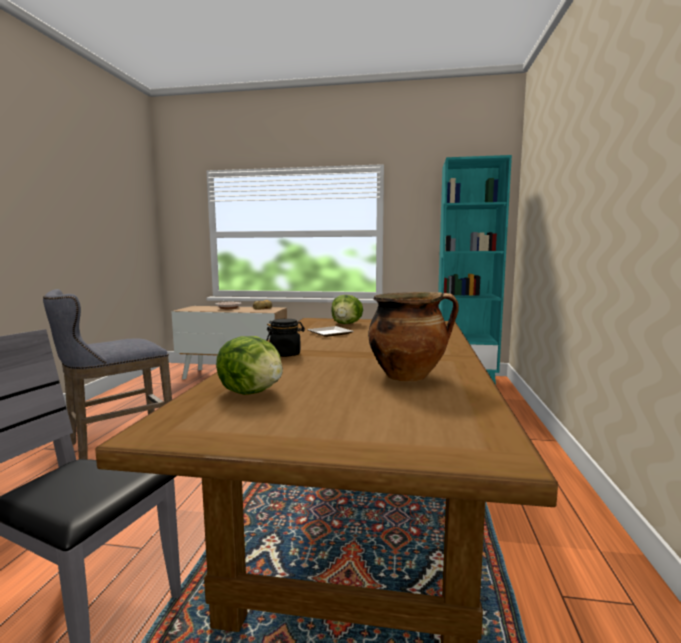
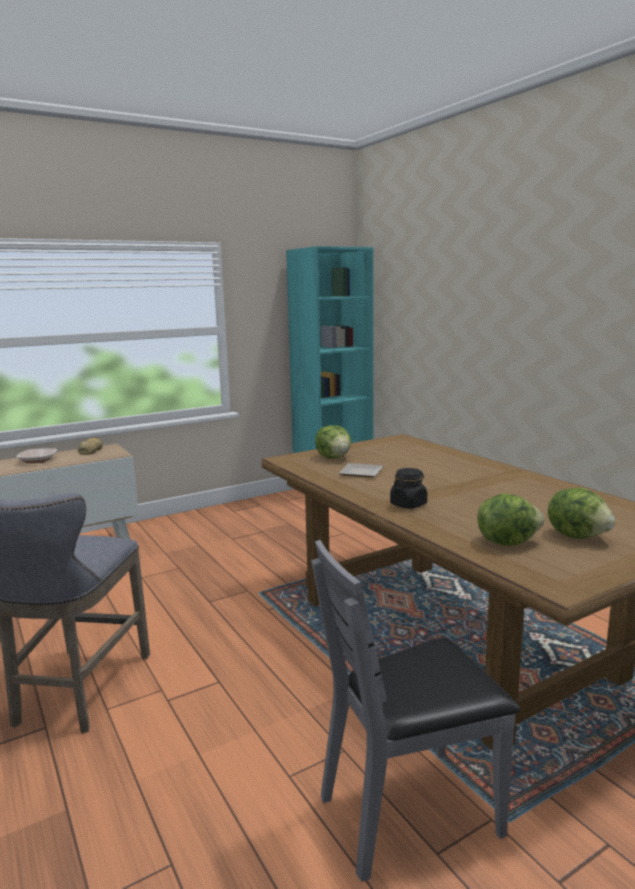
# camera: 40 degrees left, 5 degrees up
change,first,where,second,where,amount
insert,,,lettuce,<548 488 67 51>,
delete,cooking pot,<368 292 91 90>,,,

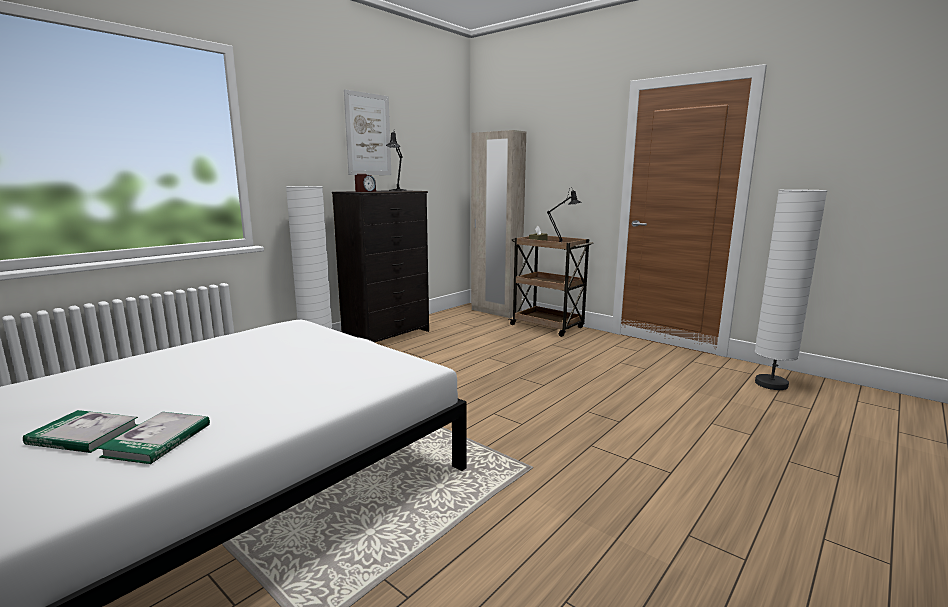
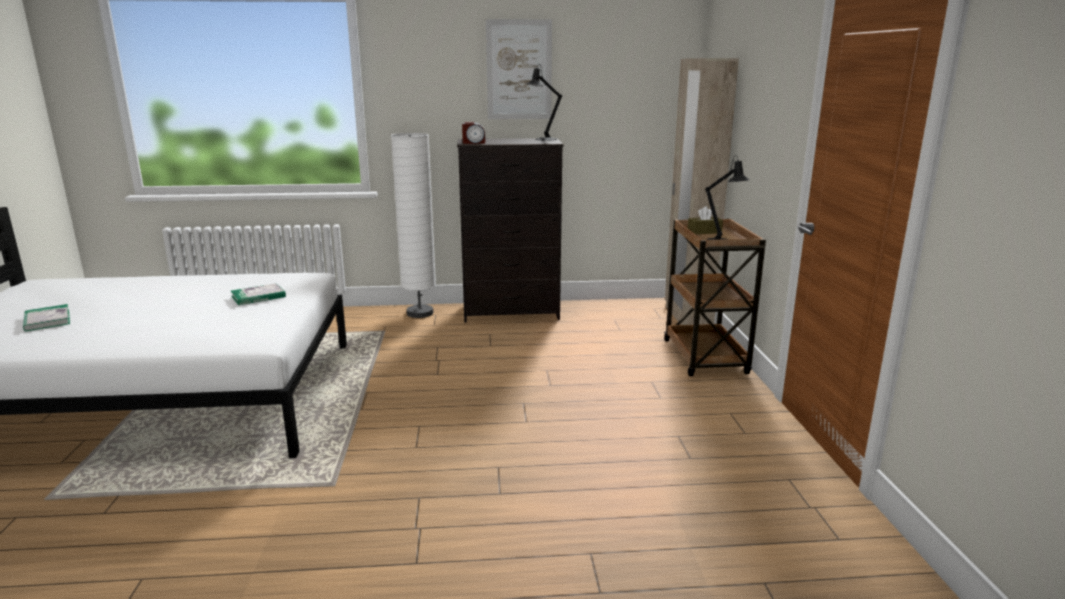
# camera: 45 degrees right, 5 degrees up
change,first,where,second,where,amount
move,book,<97 412 113 52>,,<231 283 55 22>,
delete,white floor lamp,<755 189 72 201>,,,

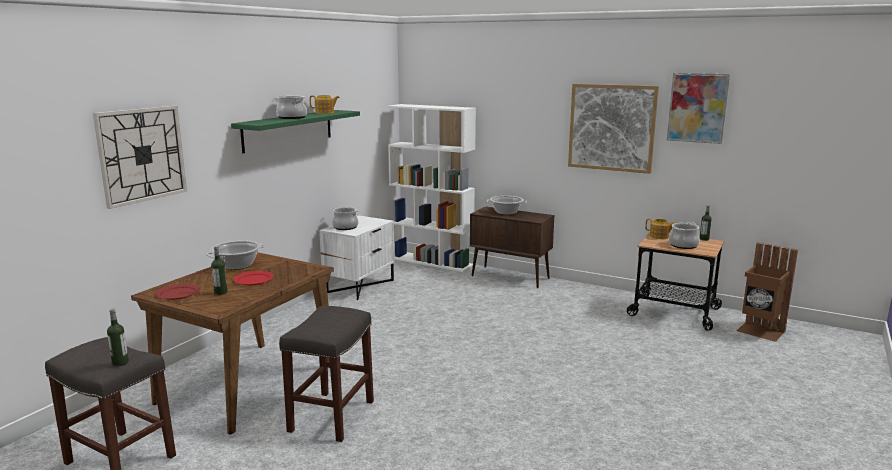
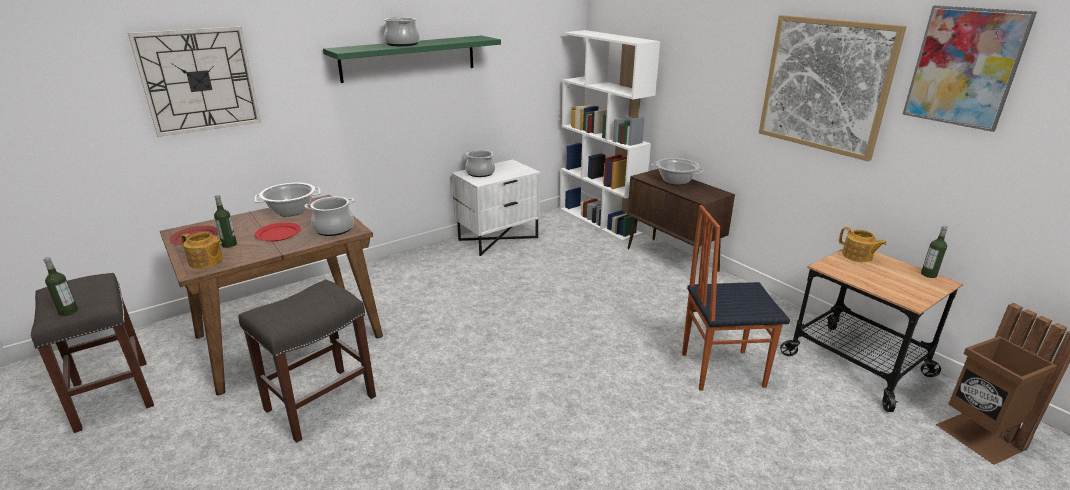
# camera: 25 degrees right, 10 degrees up
change,first,where,second,where,amount
move,teapot,<310 95 30 19>,,<180 232 43 37>,
move,cooking pot,<669 222 31 27>,,<304 197 51 39>,
insert,,,chair,<682 205 108 186>,

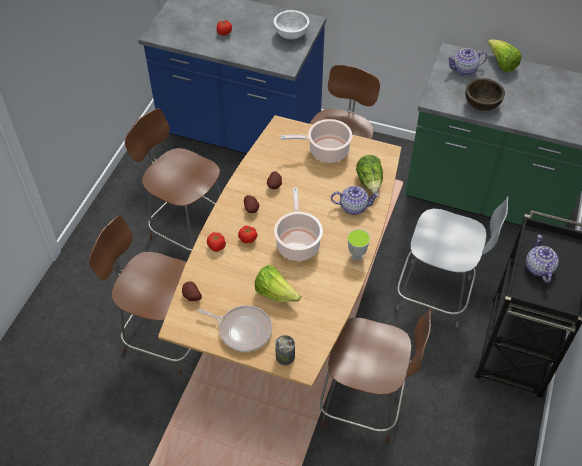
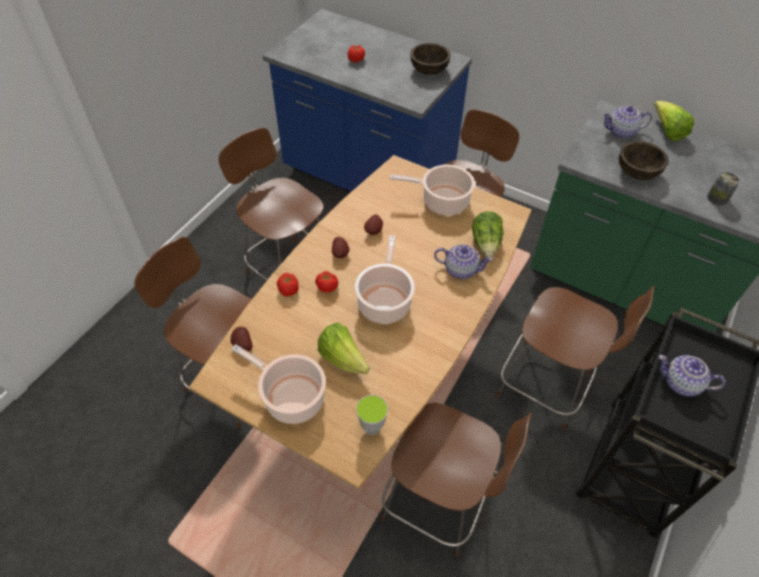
# camera: 10 degrees right, 0 degrees up
change,first,where,second,where,amount
replace,frying pan,<197 305 75 47>,cooking pot,<231 344 95 80>,
move,cup,<348 229 22 32>,,<356 395 32 40>,
recolor,white bowl,<274 10 35 29>,brown bowl,<410 43 41 32>,
recolor,grey chair,<396 196 112 131>,brown chair,<496 286 159 144>,
rotate,teapot,<526 235 33 48>,,<659 355 67 42>,75 degrees counterclockwise
move,can,<275 335 20 30>,,<707 172 33 34>,

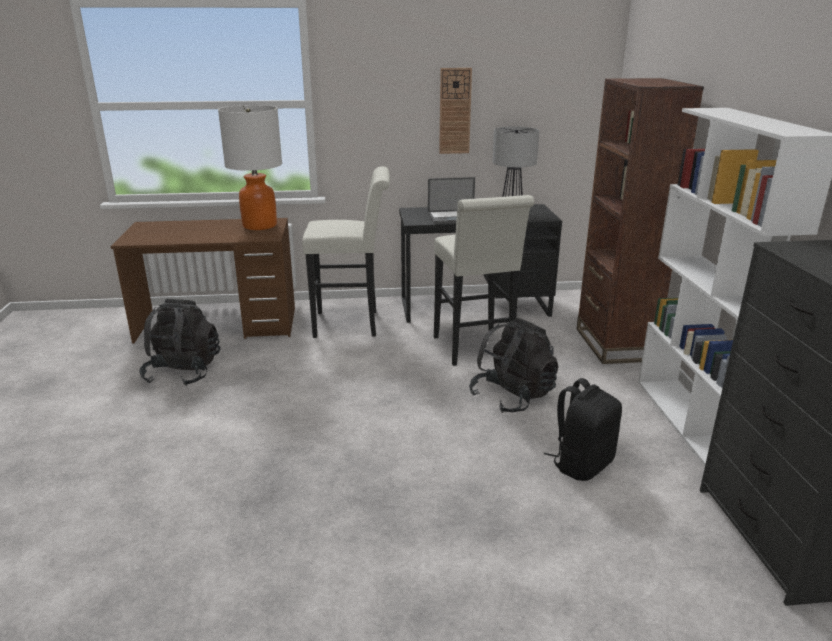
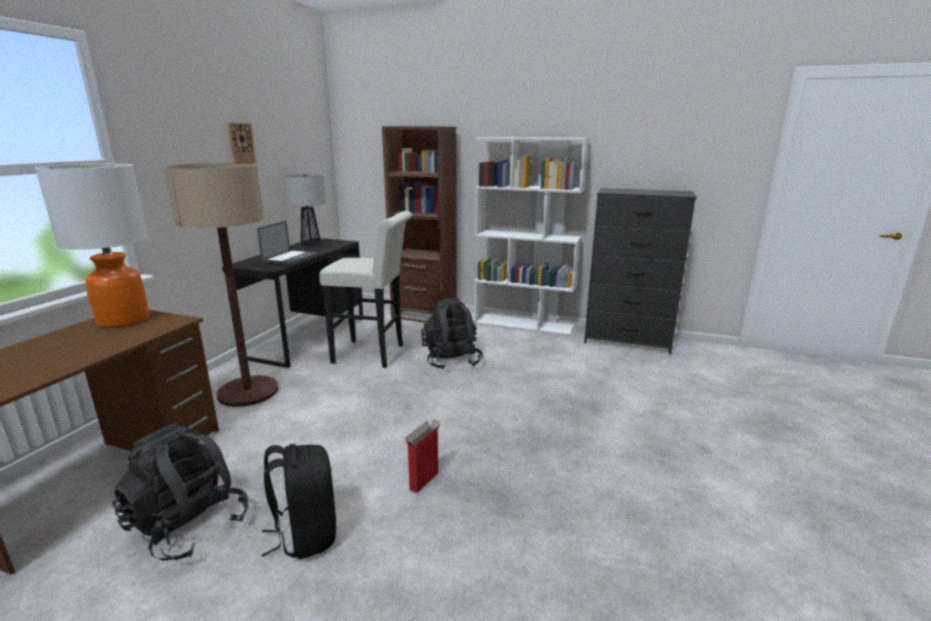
# camera: 65 degrees left, 5 degrees down
change,first,where,second,where,amount
replace,white stool,<302 166 88 172>,floor lamp,<164 163 114 244>,
move,black backpack,<544 378 78 103>,,<262 444 74 115>,
insert,,,cardboard box,<405 419 35 74>,

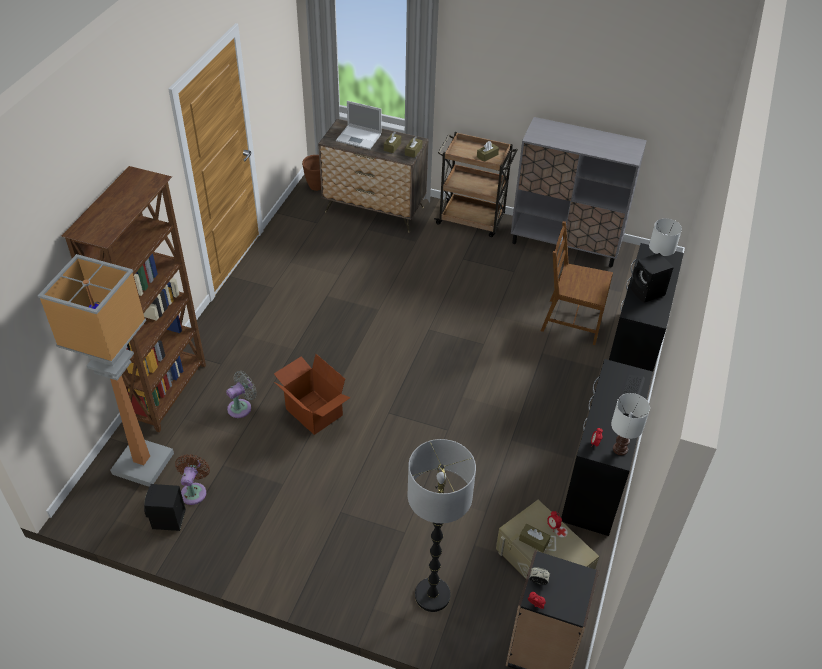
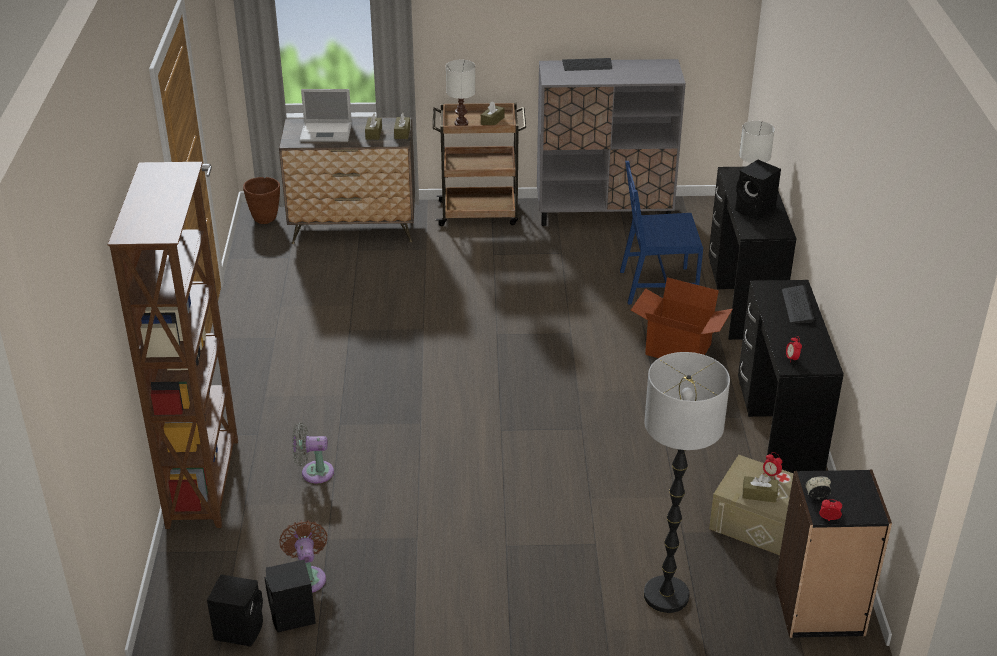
# camera: 20 degrees left, 10 degrees down
change,first,where,second,where,amount
insert,,,black speaker,<207 574 56 73>,
rotate,grey fan,<226 371 31 47>,,<292 423 42 60>,120 degrees counterclockwise
move,white table lamp,<611 393 39 62>,,<446 60 29 66>,
insert,,,keyboard,<562 58 50 13>,
recolor,brown chair,<541 221 72 124>,blue chair,<620 161 83 144>,
move,cardboard box,<274 354 77 81>,,<631 277 102 81>,
delete,floor lamp,<38 254 136 233>,,,

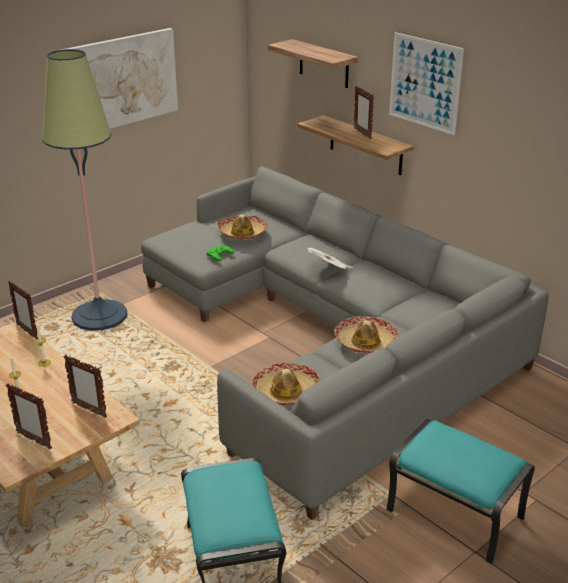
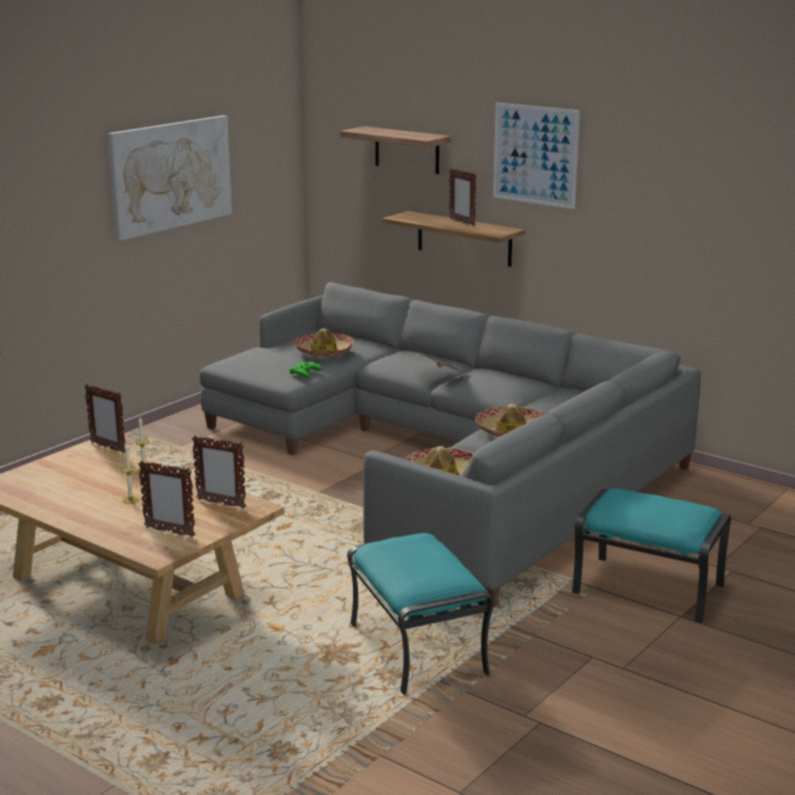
# camera: 10 degrees left, 10 degrees down
change,first,where,second,where,amount
delete,floor lamp,<42 49 85 282>,,,

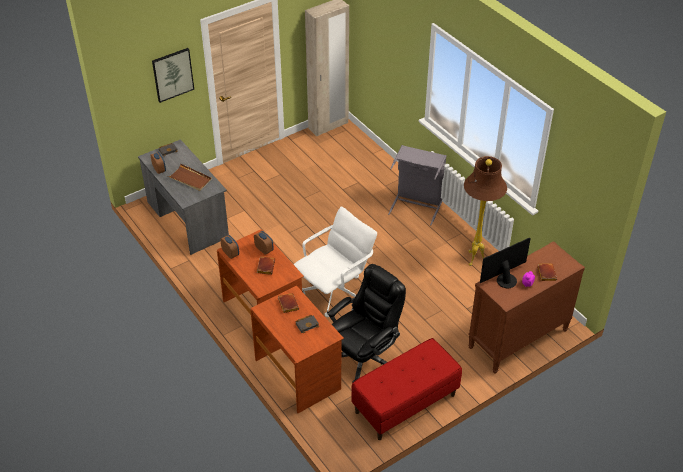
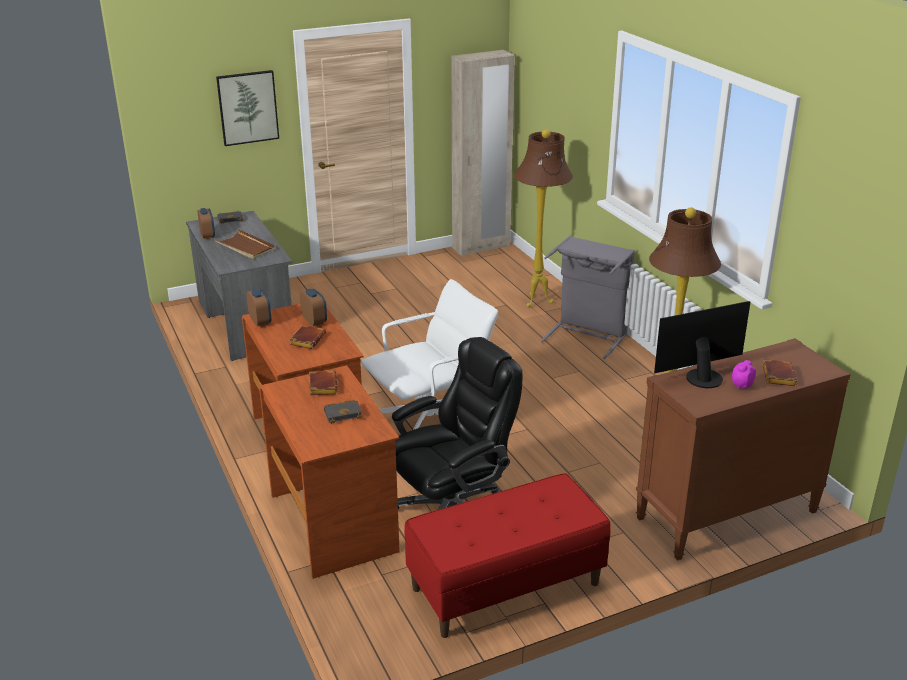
# camera: 10 degrees right, 15 degrees down
change,first,where,second,where,amount
insert,,,brown floor lamp,<514 129 59 179>,

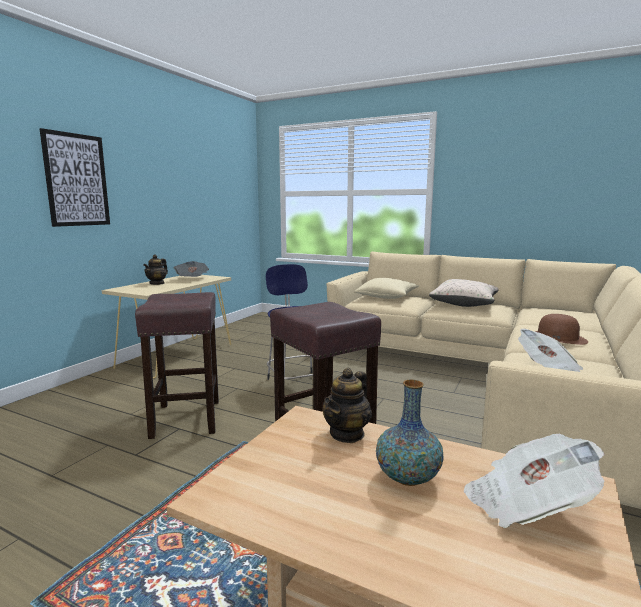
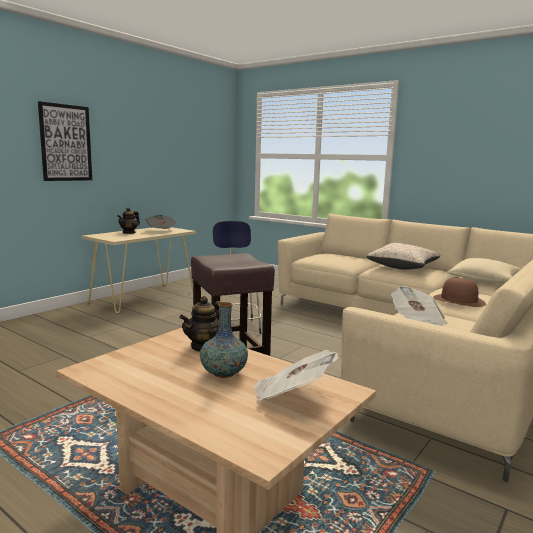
# camera: 10 degrees right, 0 degrees up
change,first,where,second,where,amount
move,beige pillow,<354 278 65 21>,,<447 258 75 26>,
delete,brown stool,<135 292 84 147>,,,

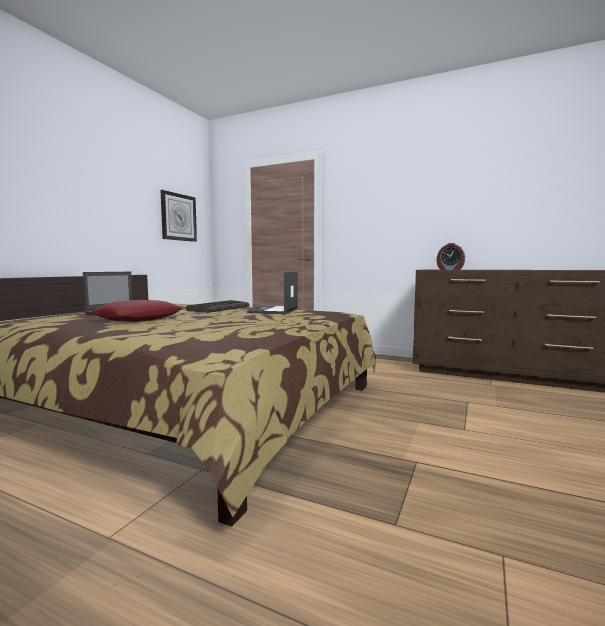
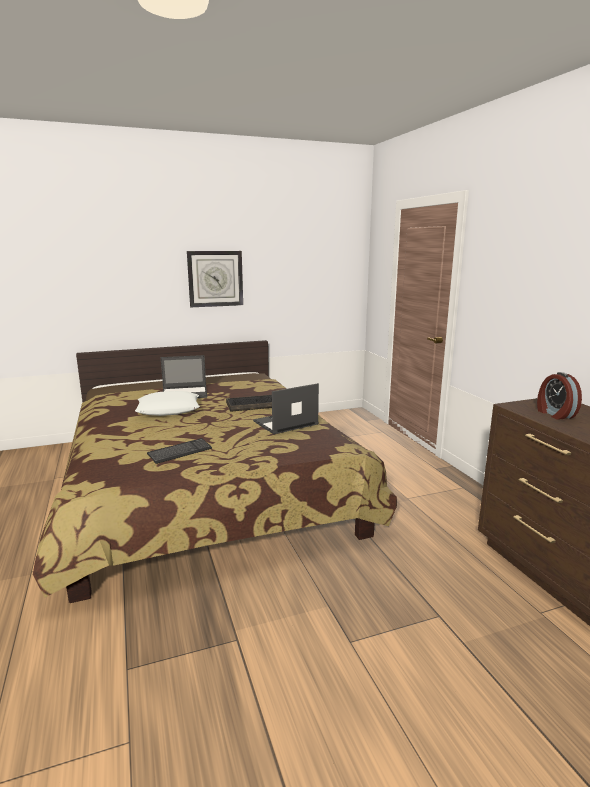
# camera: 45 degrees right, 10 degrees up
change,first,where,second,where,amount
recolor,red pillow,<90 300 93 22>,white pillow,<135 391 65 25>,
insert,,,keyboard,<147 438 65 26>,
move,wall clock,<160 190 37 52>,,<187 251 56 56>,

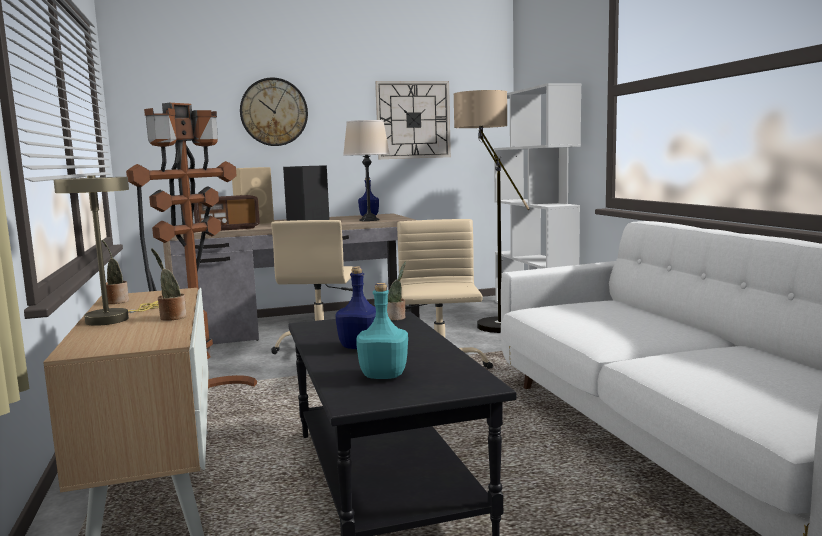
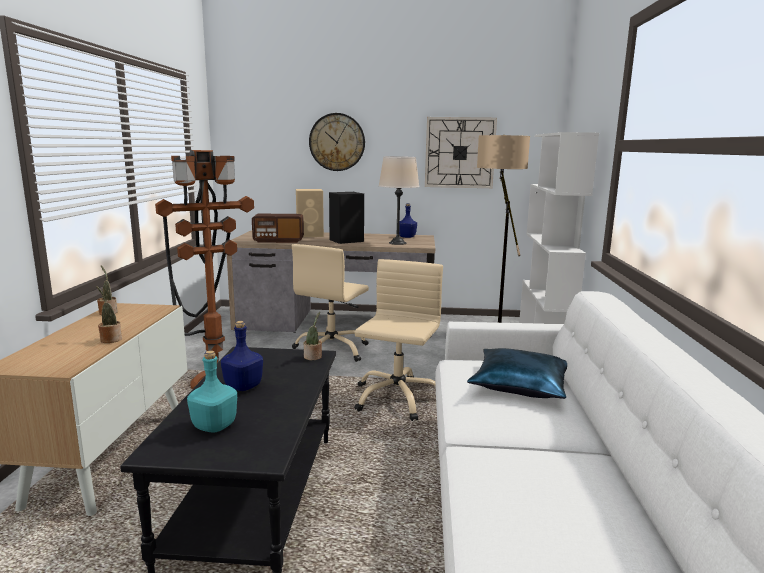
# camera: 20 degrees right, 5 degrees up
change,first,where,second,where,amount
insert,,,blue pillow,<467 348 100 51>,
delete,beige table lamp,<54 175 105 151>,,,

